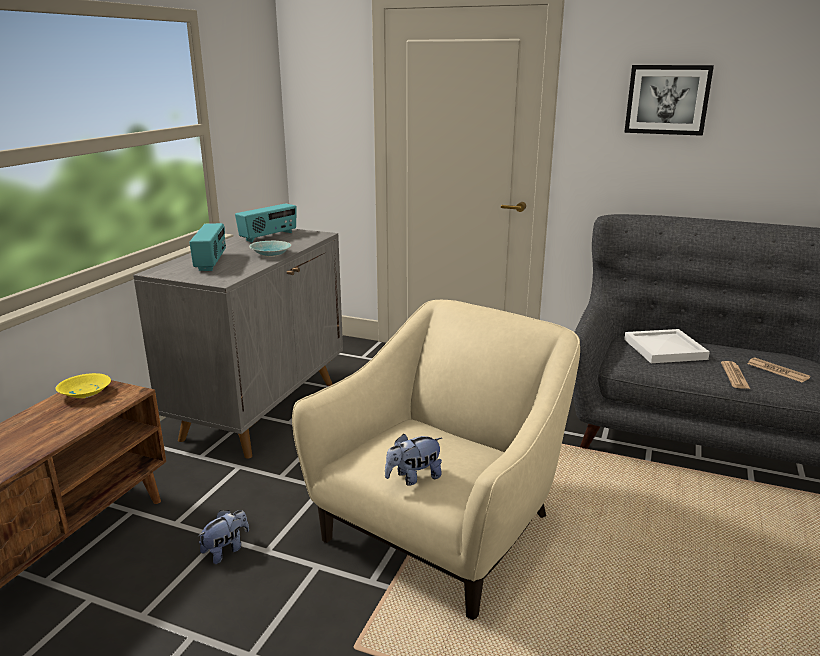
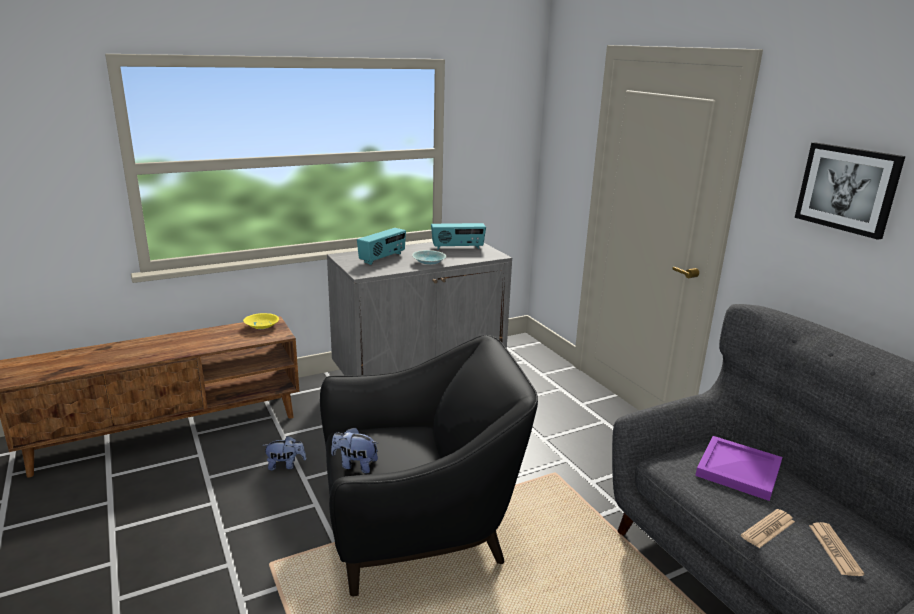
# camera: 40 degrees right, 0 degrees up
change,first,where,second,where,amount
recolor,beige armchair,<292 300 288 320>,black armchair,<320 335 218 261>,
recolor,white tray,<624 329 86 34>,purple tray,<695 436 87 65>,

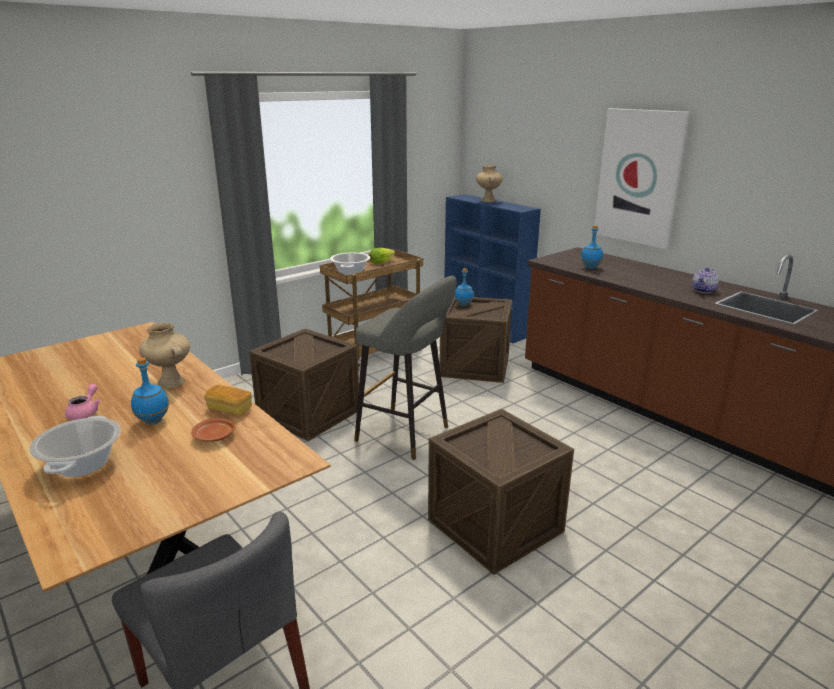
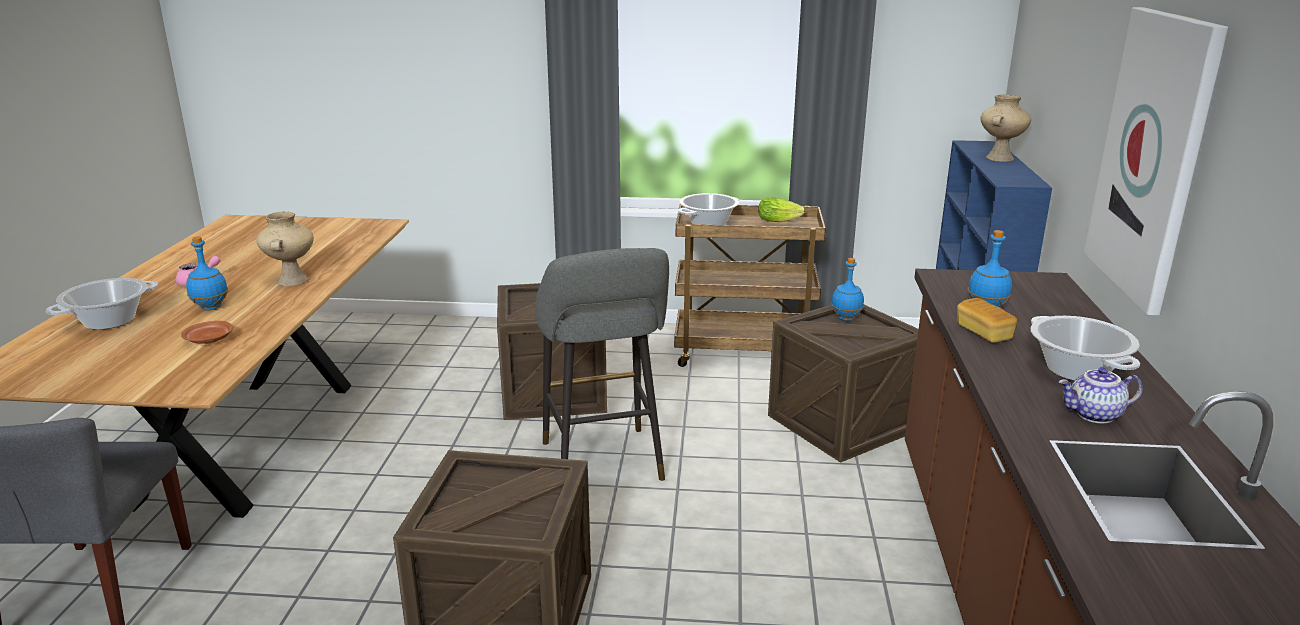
# camera: 45 degrees right, 0 degrees up
change,first,where,second,where,amount
move,bread,<204 385 48 30>,,<957 298 60 45>,
insert,,,cooking pot,<1030 316 110 65>,

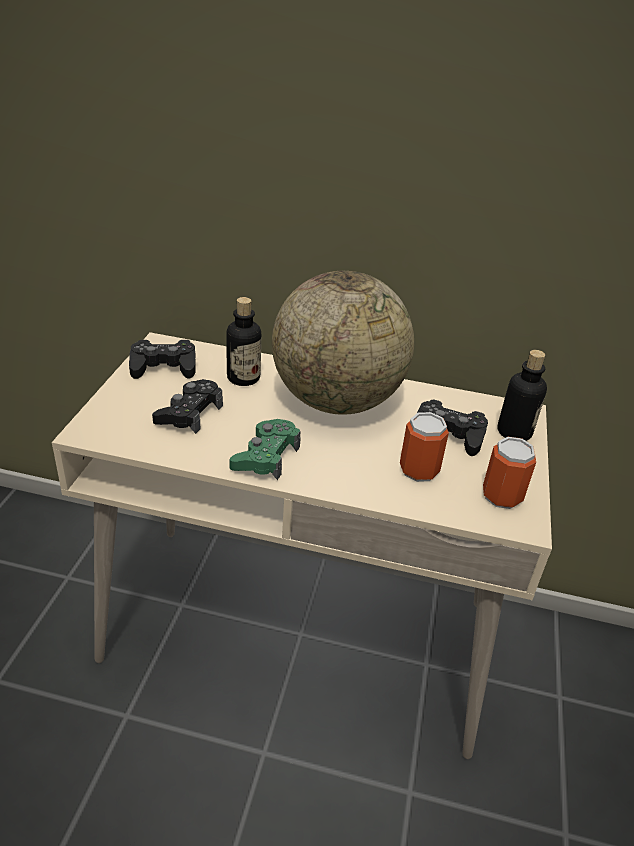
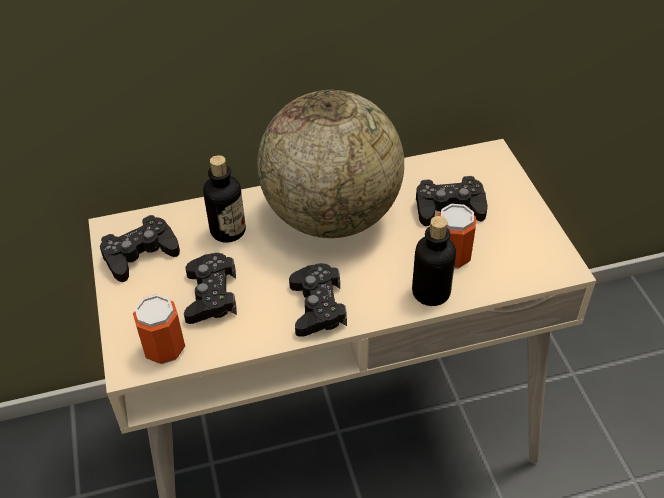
# camera: 25 degrees left, 10 degrees up
change,first,where,second,where,amount
move,can,<483 437 53 72>,,<133 294 52 70>,
recolor,green game controller,<230 419 71 61>,black game controller,<289 263 58 74>,
move,bottle,<497 350 50 91>,,<412 216 44 90>,

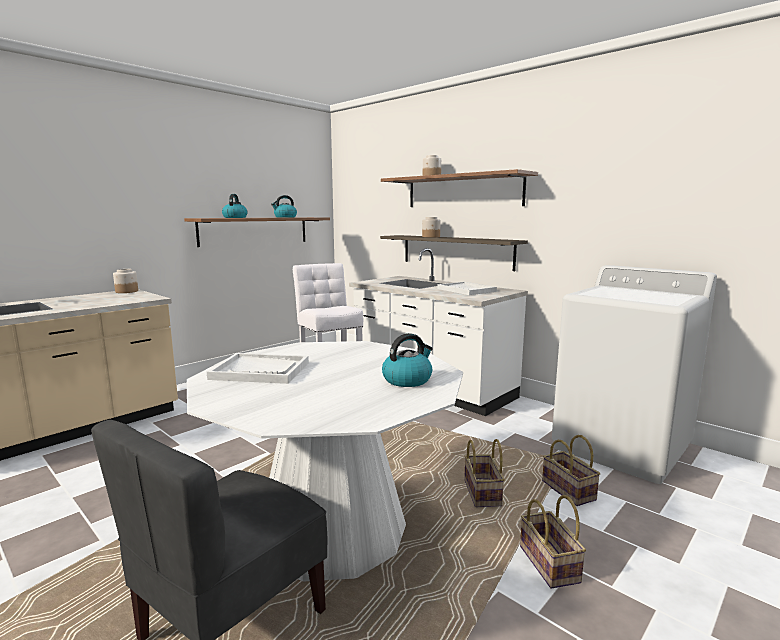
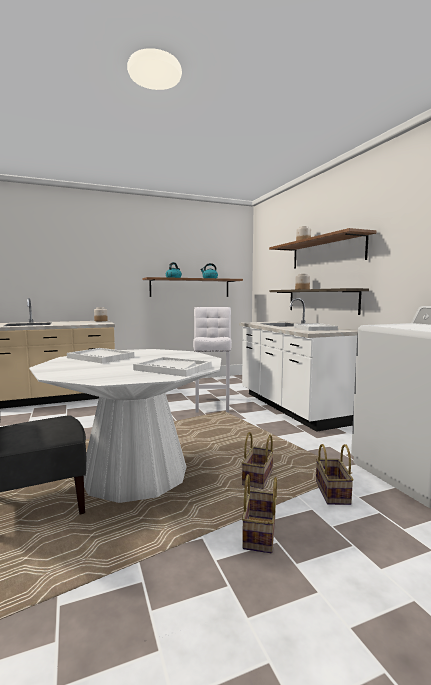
# camera: 25 degrees right, 5 degrees down
change,first,where,second,where,amount
replace,kettle,<382 333 51 54>,white tray,<133 357 78 20>,

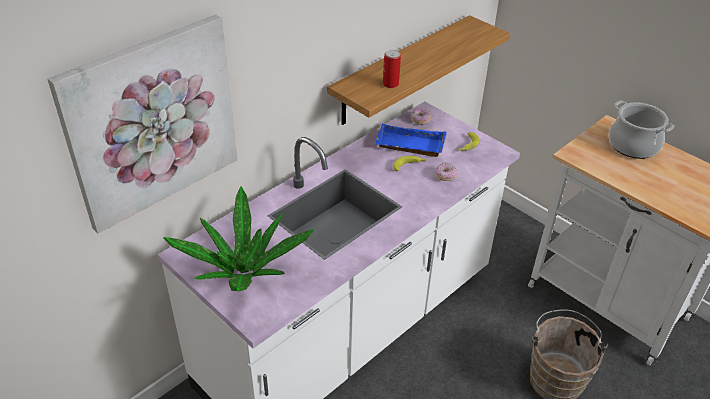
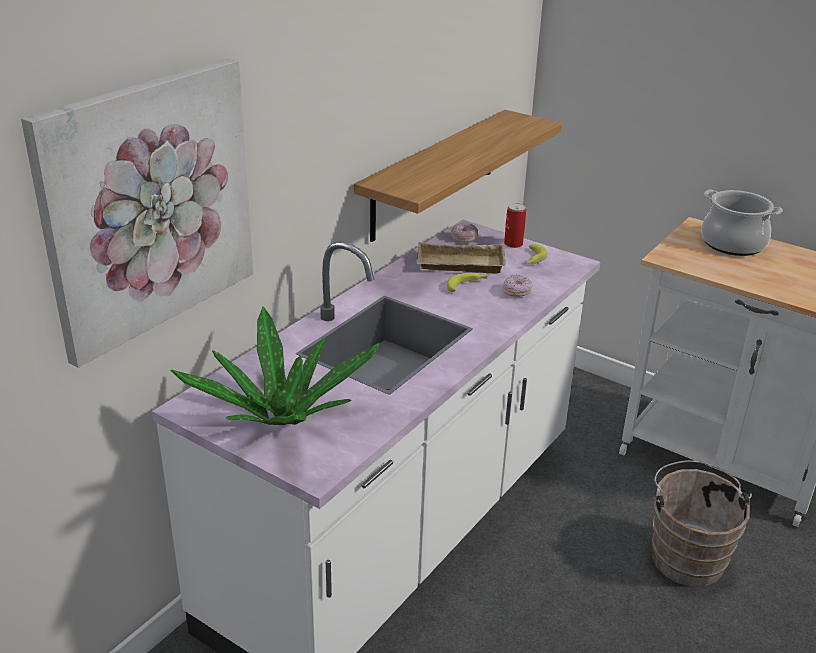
# camera: 10 degrees left, 10 degrees down
change,first,where,second,where,amount
recolor,blue tray,<375 124 71 33>,beige tray,<416 242 90 31>,
move,can,<383 50 18 38>,,<504 203 22 45>,

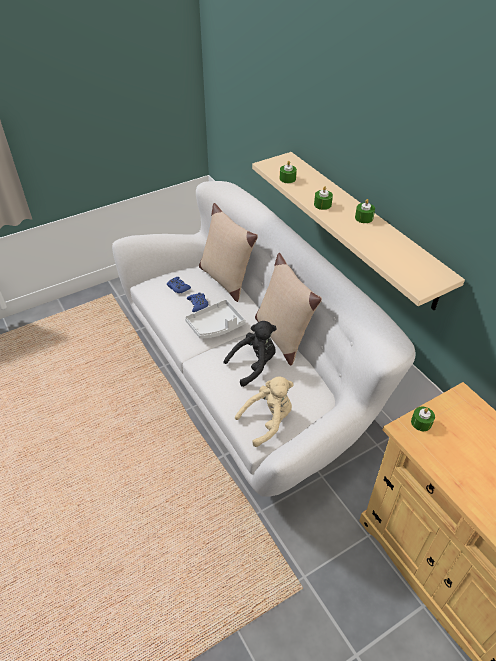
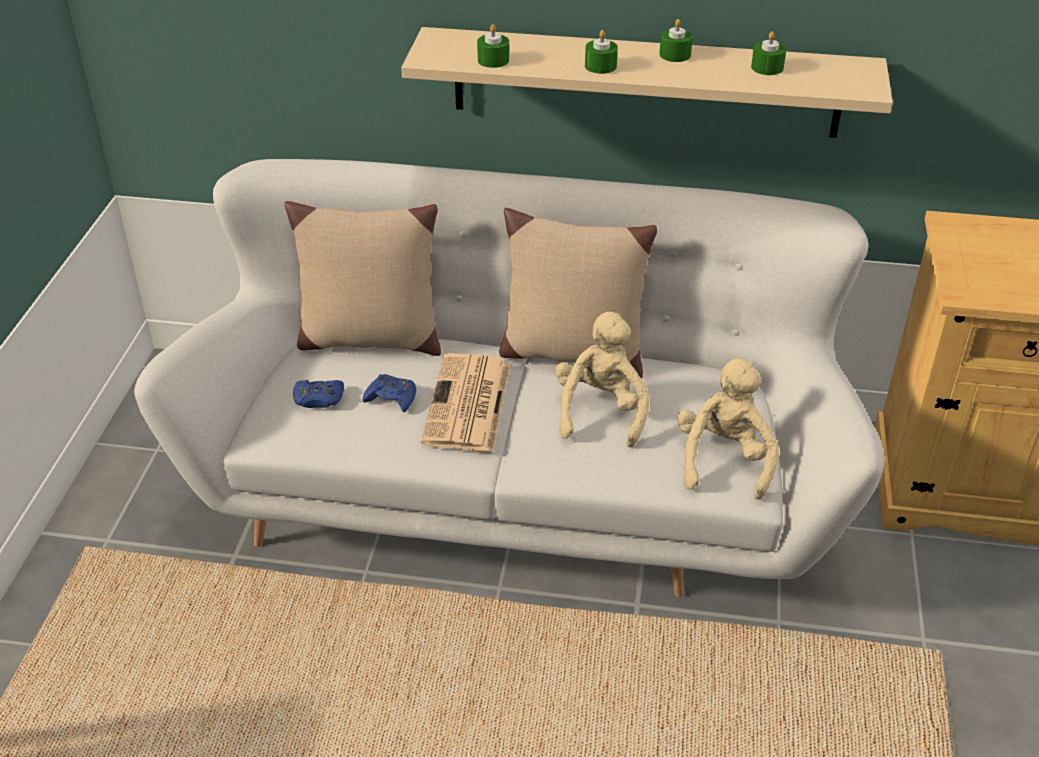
# camera: 50 degrees left, 5 degrees down
change,first,where,second,where,amount
replace,grey tray,<185 299 61 40>,newspaper,<421 353 89 99>,
recolor,black plush toy,<224 321 53 66>,beige plush toy,<555 312 95 136>,
move,green candle,<411 407 24 24>,,<751 31 35 44>,

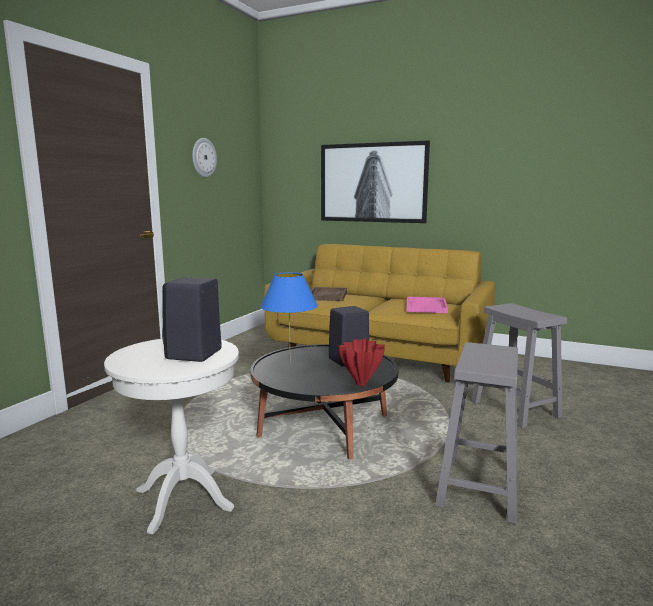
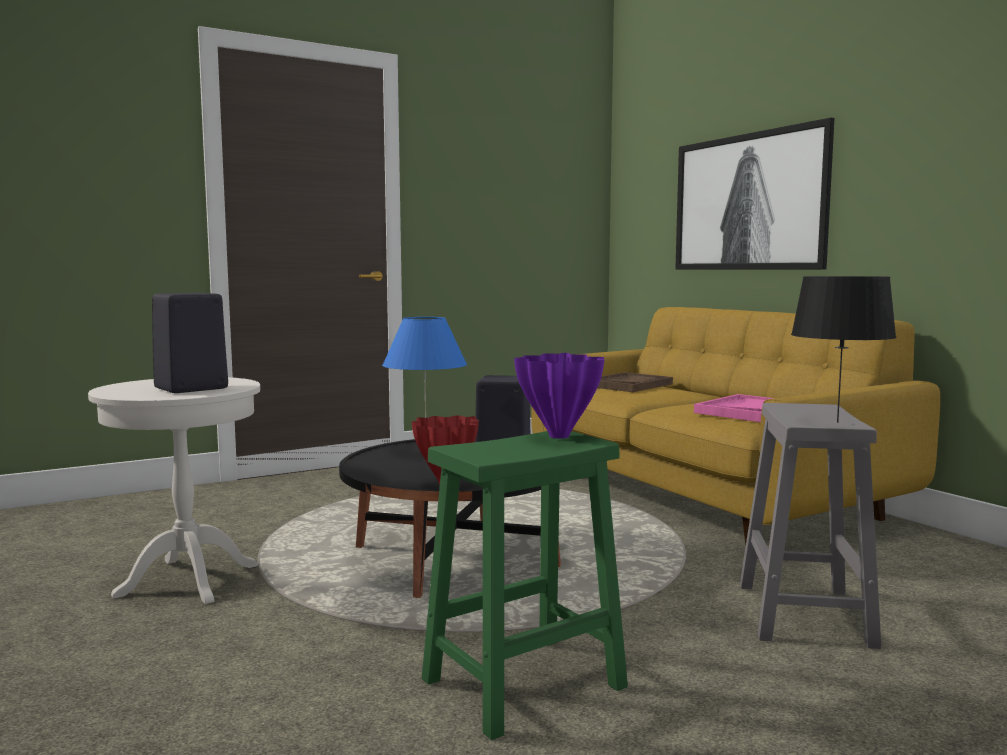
# camera: 35 degrees right, 5 degrees down
change,first,where,second,where,amount
recolor,grey stool,<435 342 83 182>,green stool,<422 431 206 309>,
insert,,,purple vase,<514 353 90 86>,
insert,,,black table lamp,<791 276 106 147>,
delete,wall clock,<192 138 25 39>,,,

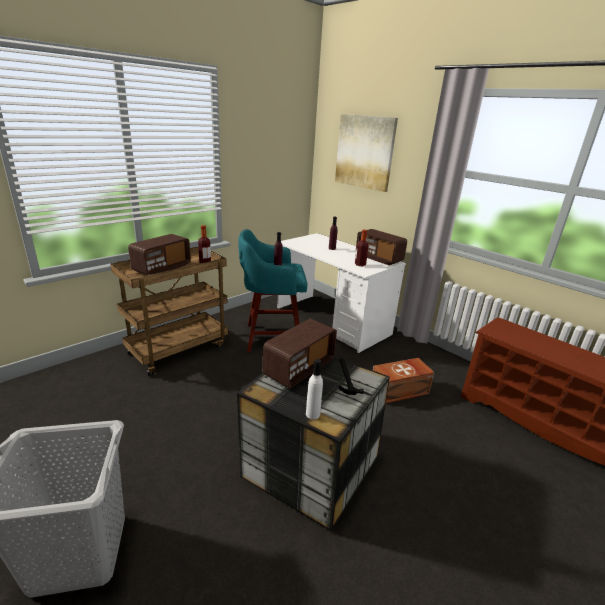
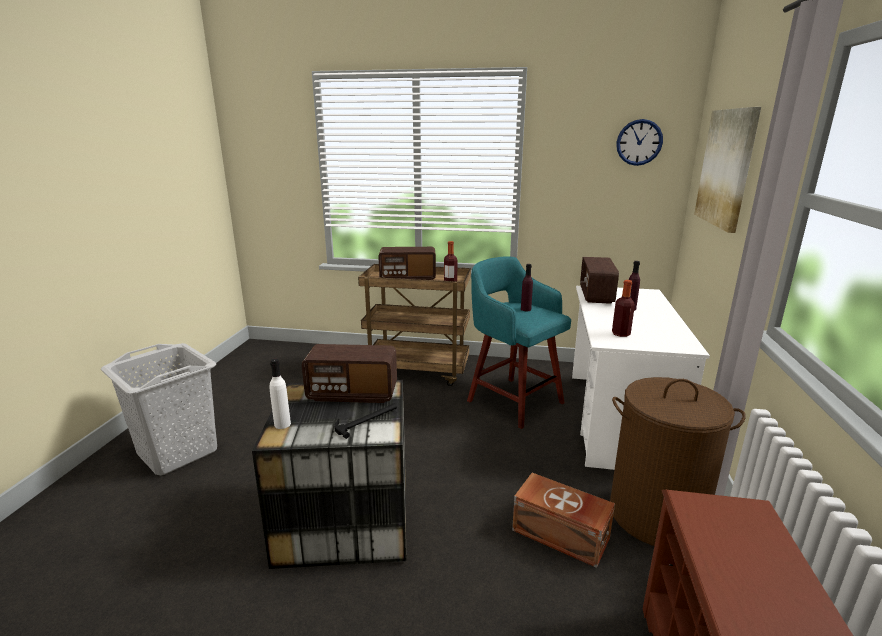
# camera: 55 degrees right, 5 degrees down
change,first,where,second,where,amount
move,radio,<356 229 51 36>,,<580 257 39 47>,
insert,,,brown laundry basket,<610 377 136 169>,
insert,,,wall clock,<616 119 47 47>,

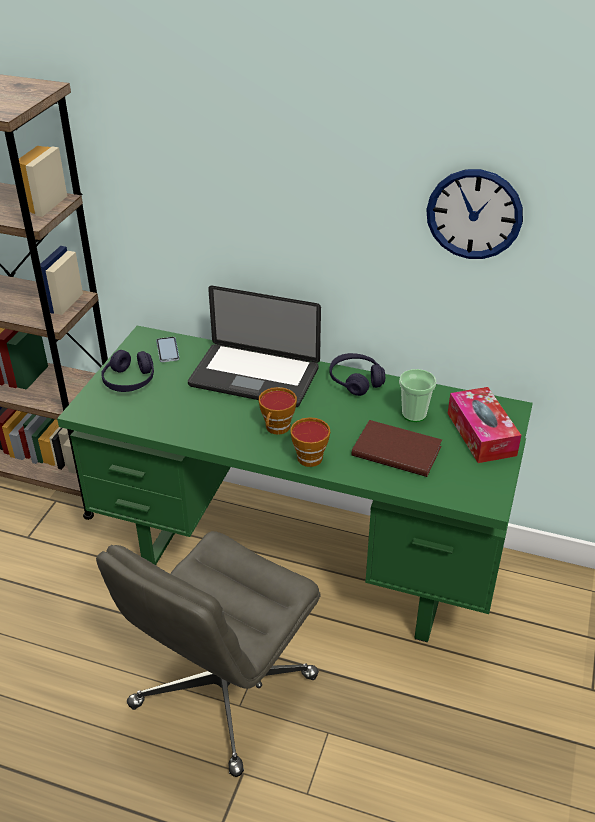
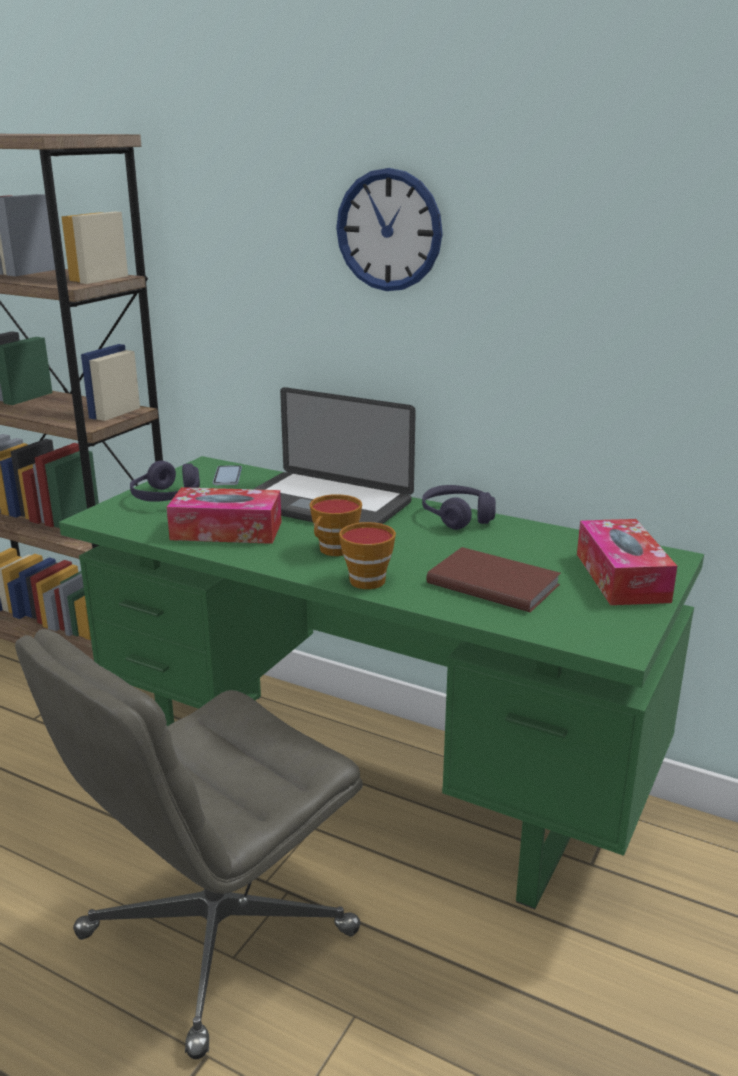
# camera: 10 degrees right, 15 degrees down
change,first,where,second,where,amount
insert,,,tissue box,<167 487 115 57>,
move,wall clock,<426 169 97 90>,,<336 168 107 123>,
delete,cup,<399 369 38 53>,,,

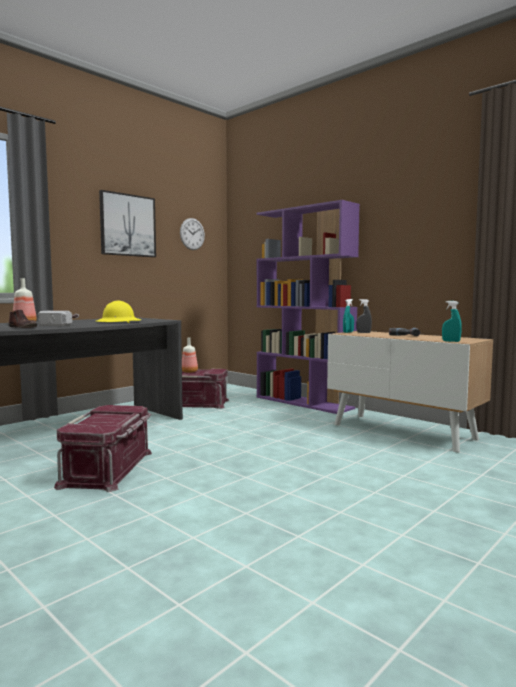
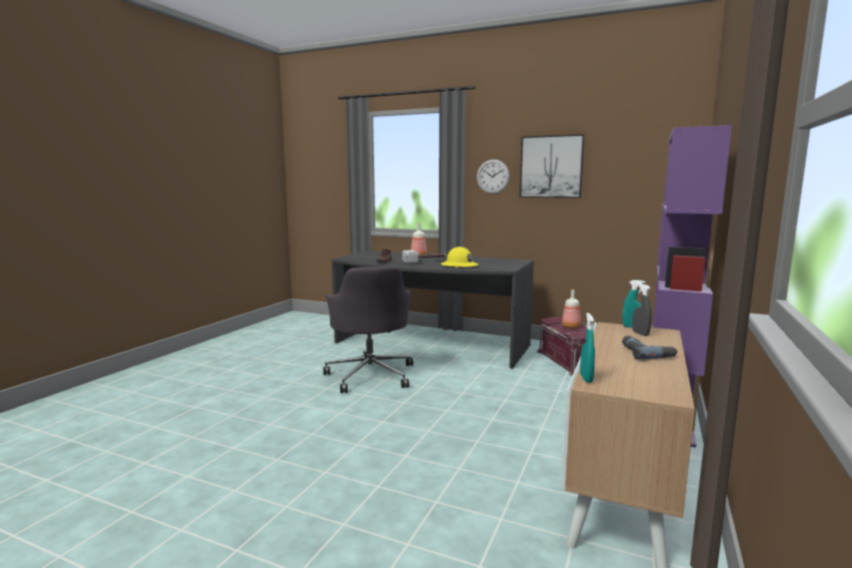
# camera: 70 degrees right, 5 degrees up
change,first,where,second,where,amount
replace,red storage box,<54 405 98 87>,grey office chair,<323 266 90 127>,
move,wall clock,<180 218 25 32>,,<477 159 33 35>,

